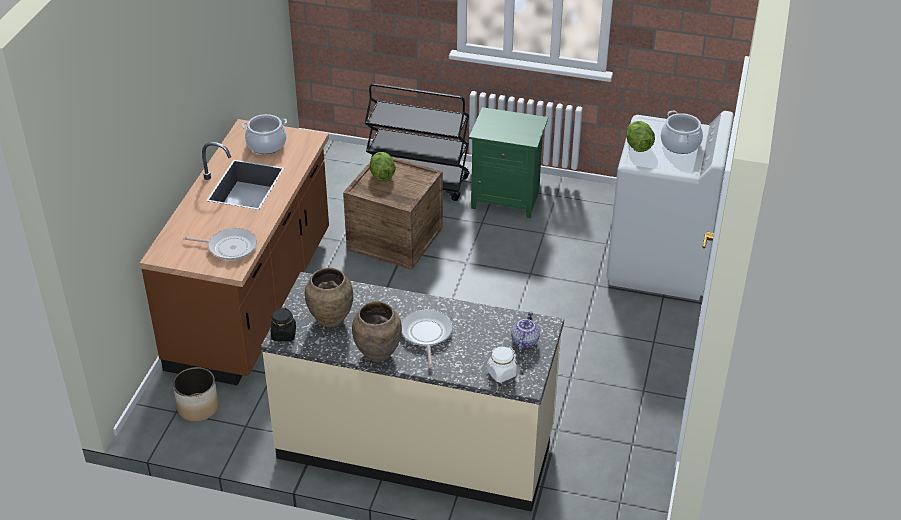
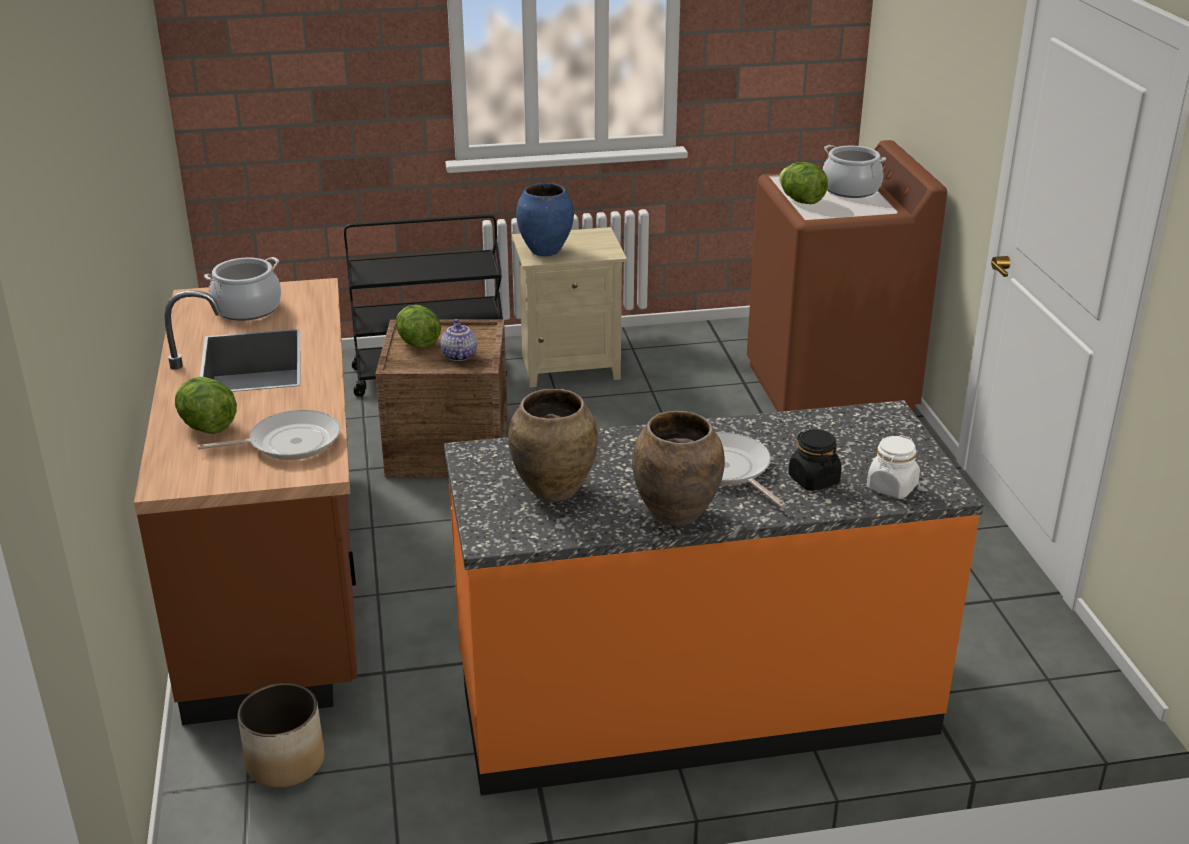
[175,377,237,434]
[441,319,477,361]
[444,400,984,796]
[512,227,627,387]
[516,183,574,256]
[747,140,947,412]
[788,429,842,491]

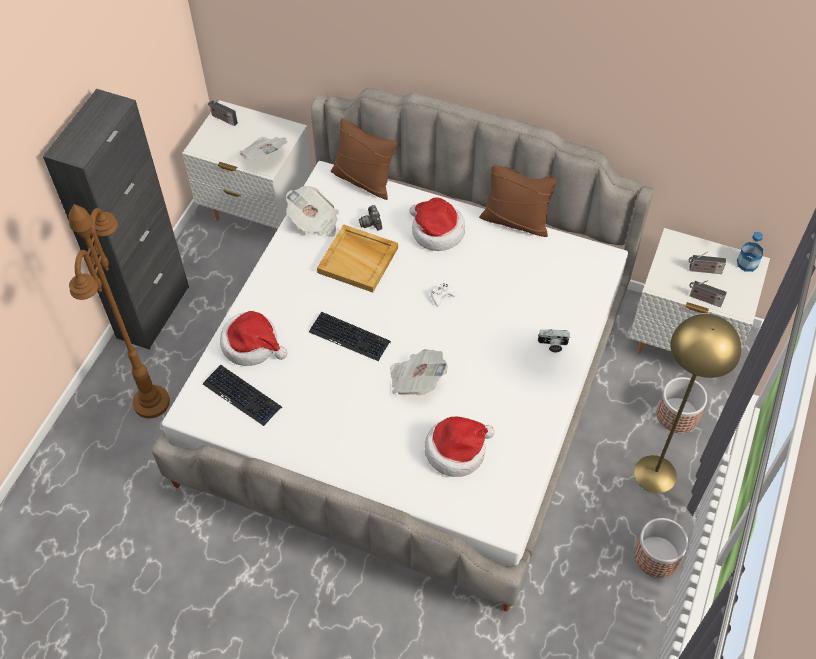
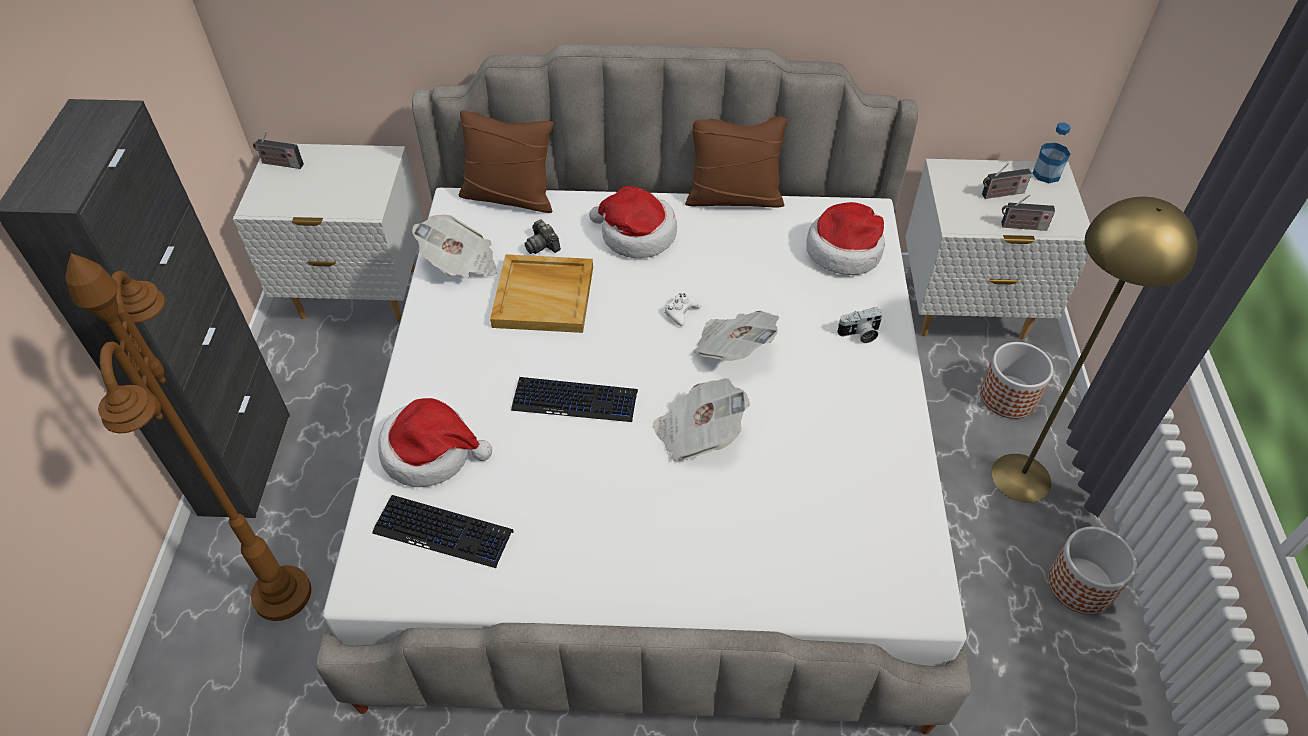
[693,311,779,361]
[806,202,885,275]

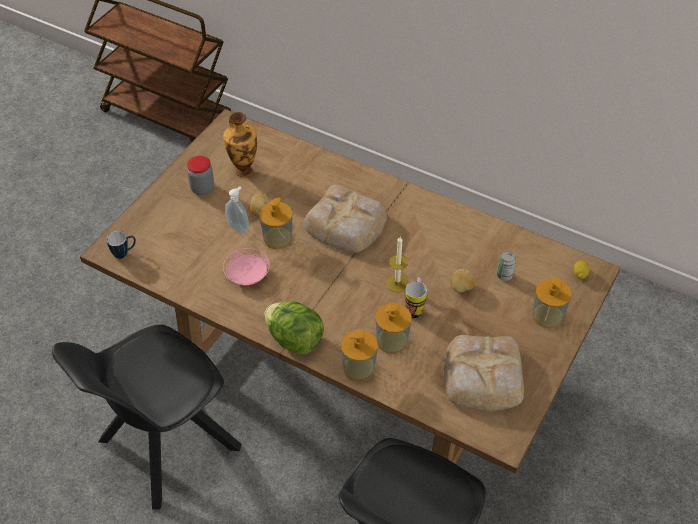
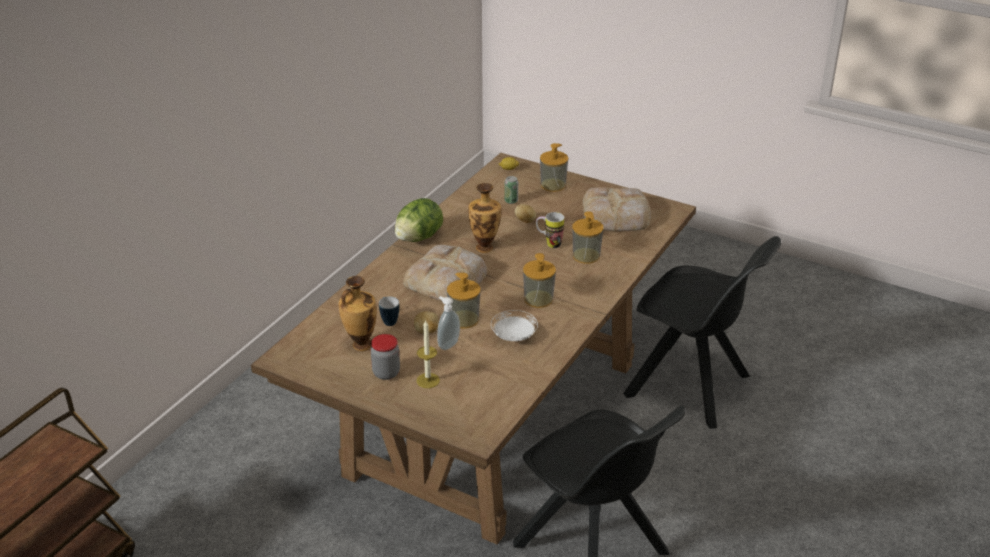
[379,296,399,326]
[395,198,443,242]
[416,319,440,388]
[469,183,501,253]
[491,310,538,341]
[523,253,556,308]

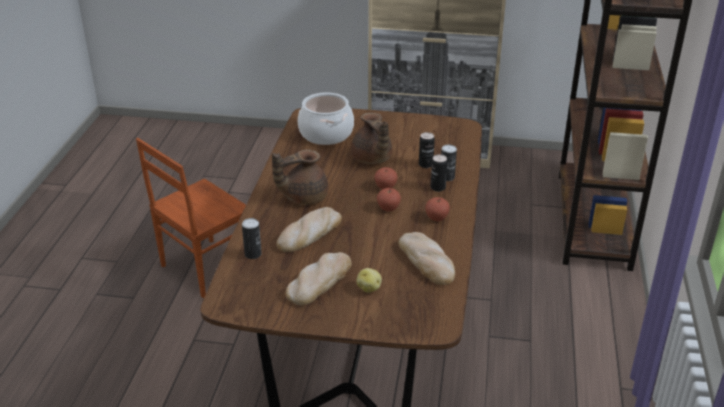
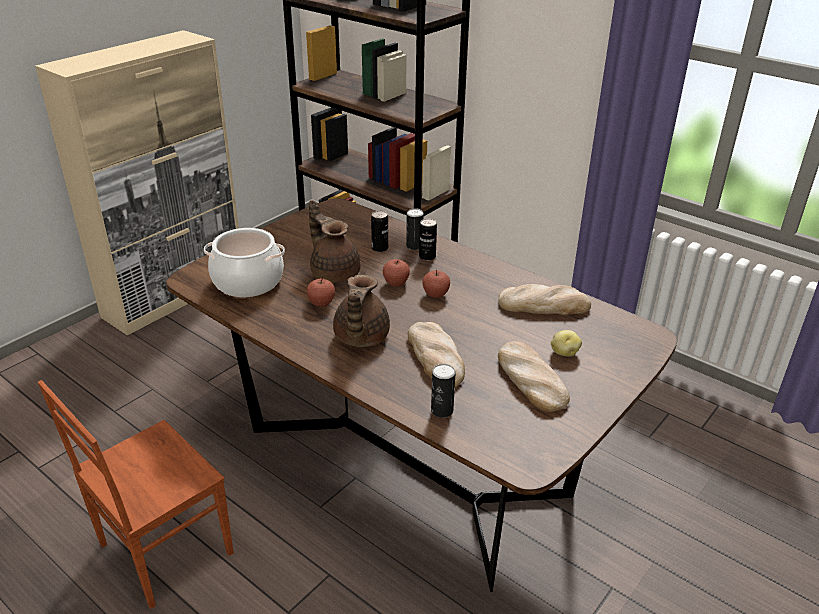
[38,380,234,609]
[307,278,335,307]
[309,200,361,283]

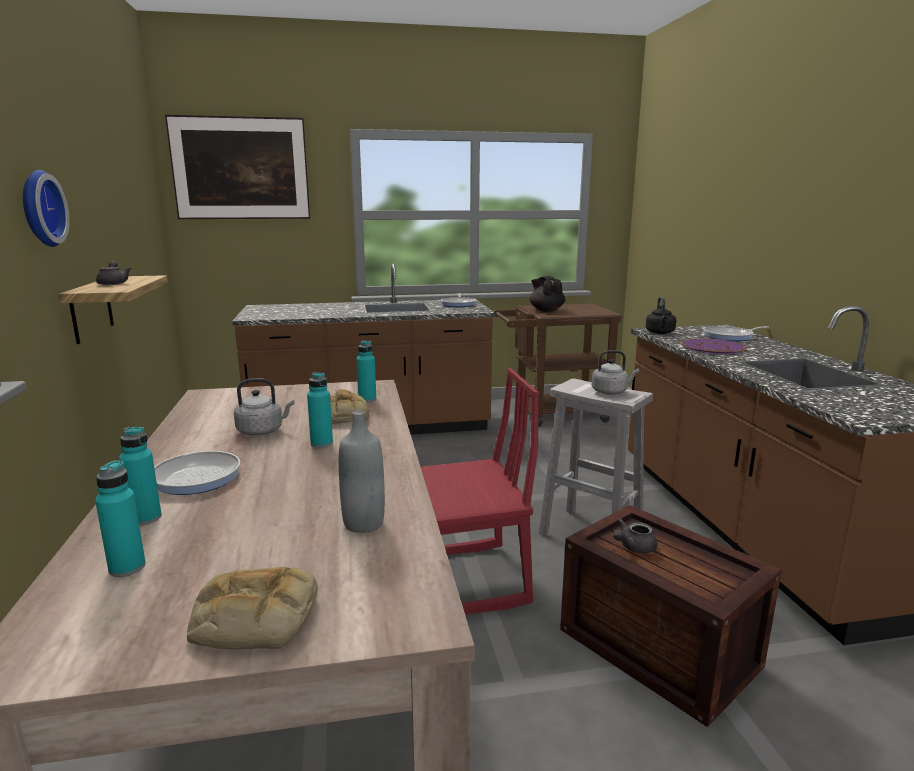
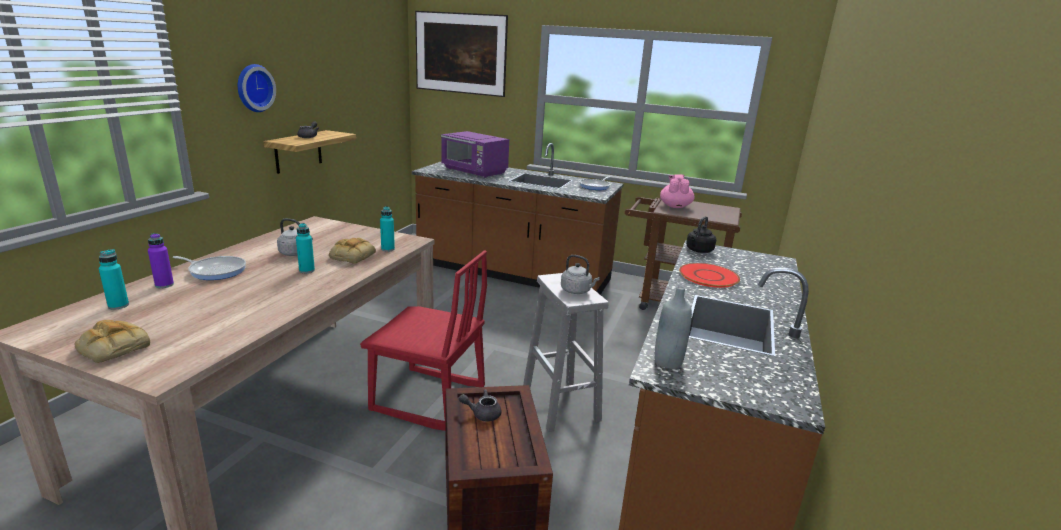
[148,233,174,288]
[441,131,509,178]
[654,286,692,369]
[660,174,695,208]
[679,263,740,288]
[703,326,769,341] (first image)

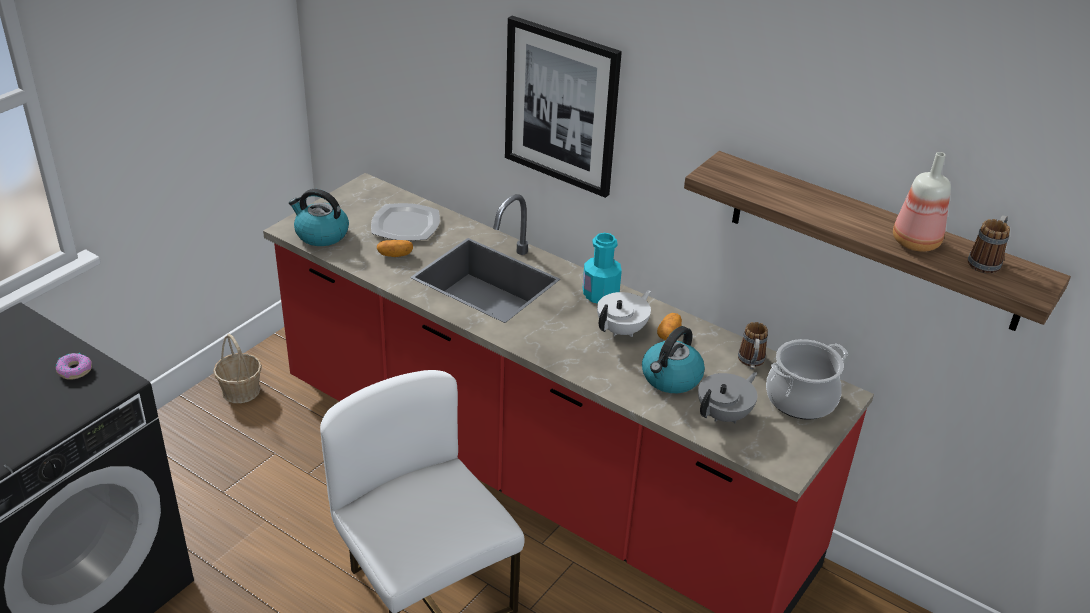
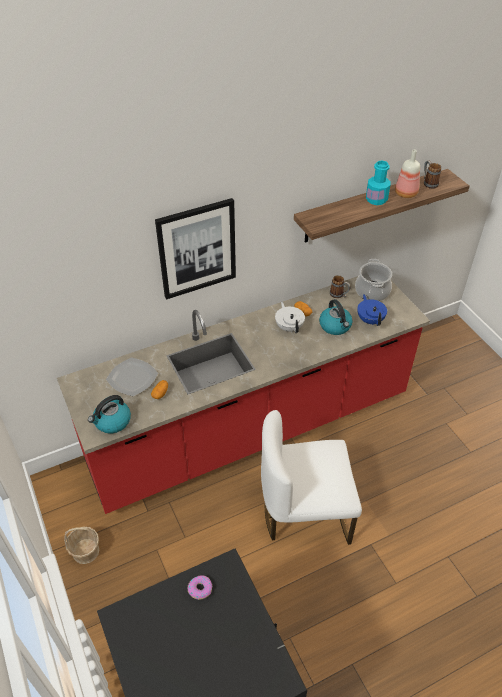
[357,294,387,326]
[366,161,391,205]

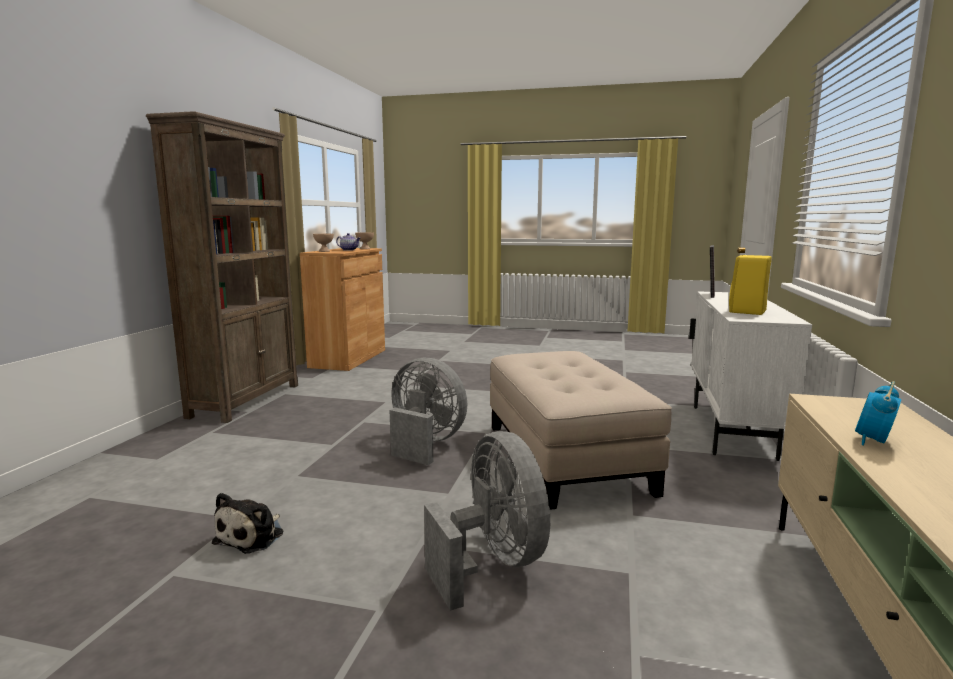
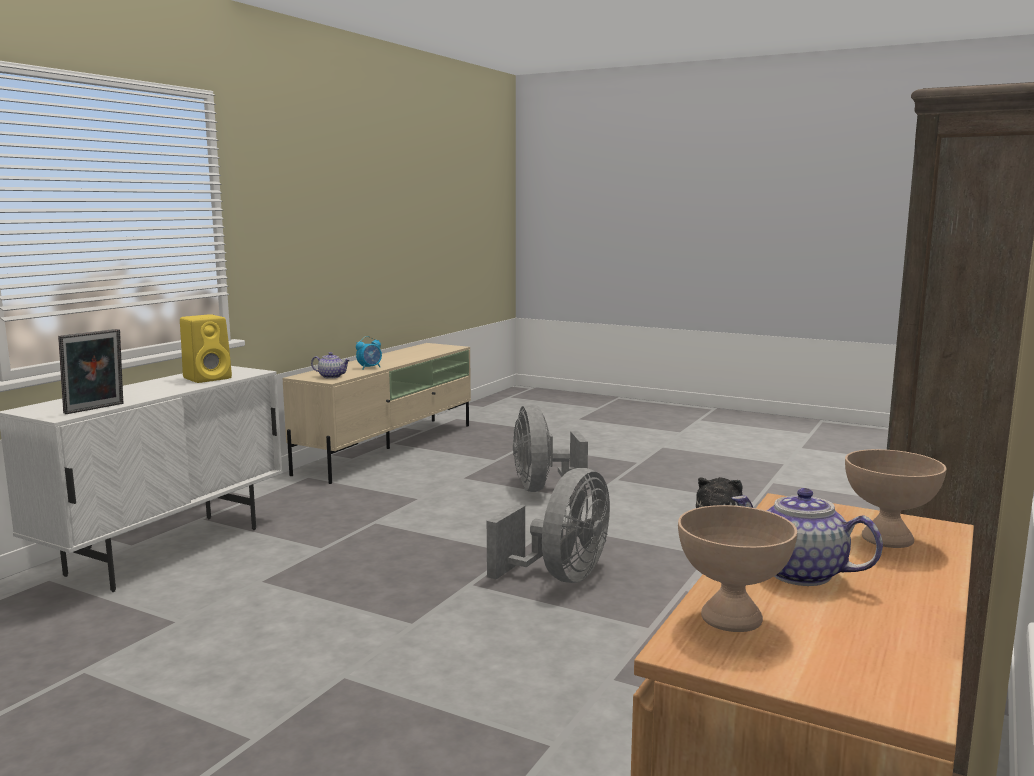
[311,352,350,379]
[487,468,610,583]
[490,351,672,510] (first image)

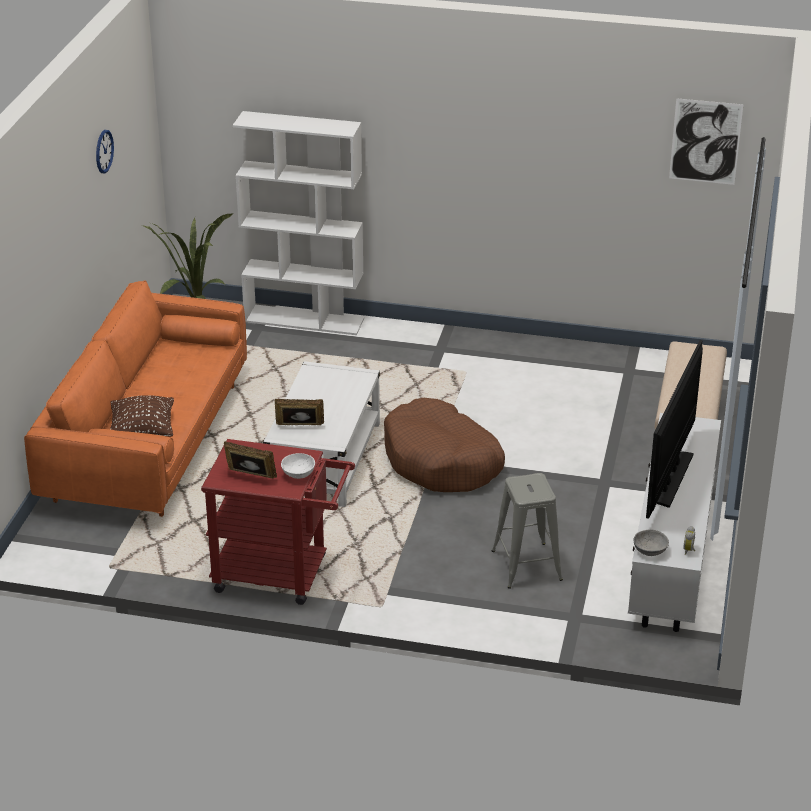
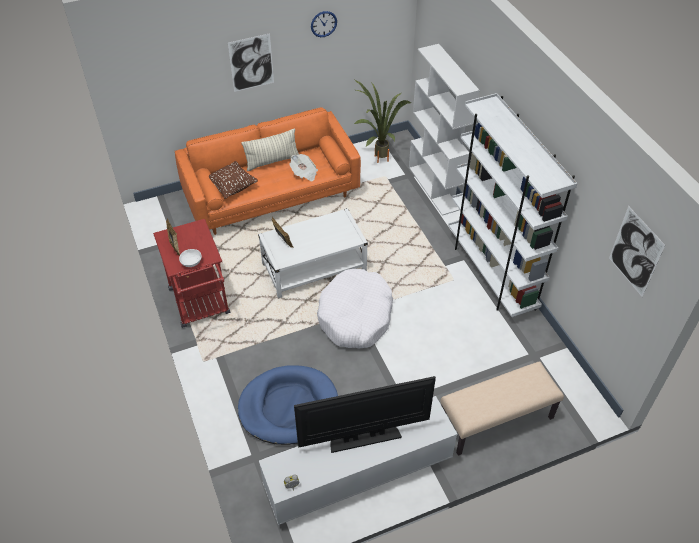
[228,33,274,92]
[238,365,338,445]
[241,128,299,171]
[289,154,318,182]
[317,269,393,348]
[448,93,578,317]
[634,529,669,556] (first image)

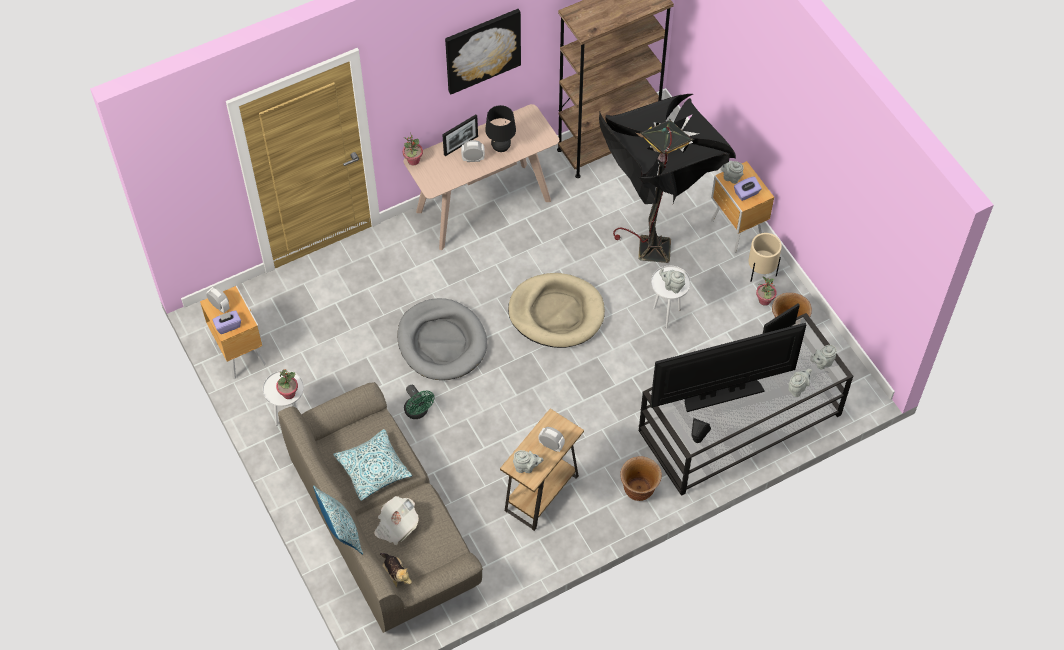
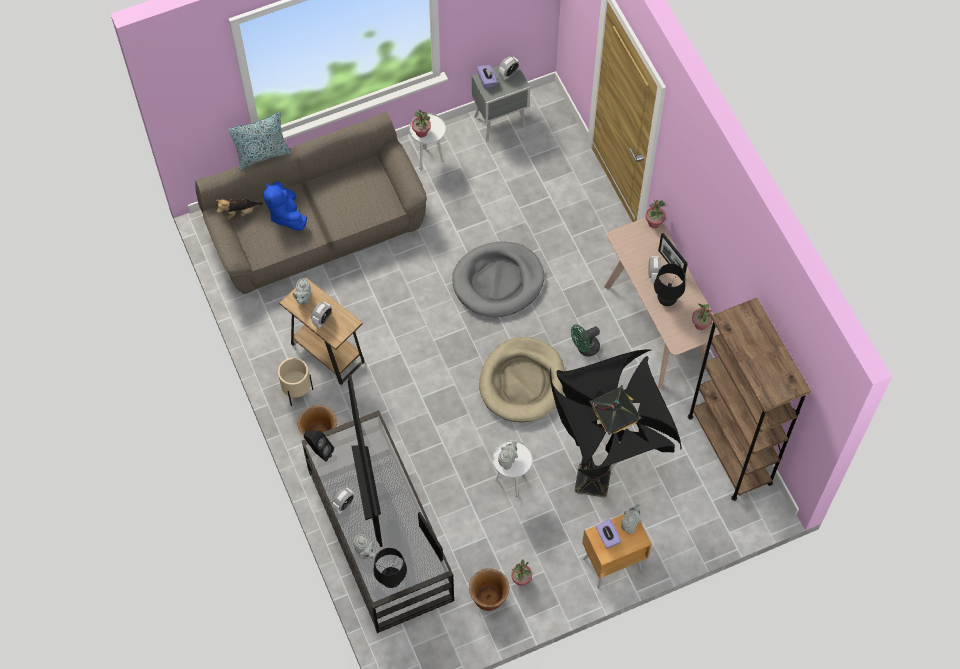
[263,181,307,231]
[278,358,313,406]
[332,488,354,514]
[373,548,407,588]
[472,66,530,141]
[571,324,600,357]
[692,303,713,330]
[333,429,412,501] (first image)
[445,9,521,95] (first image)

